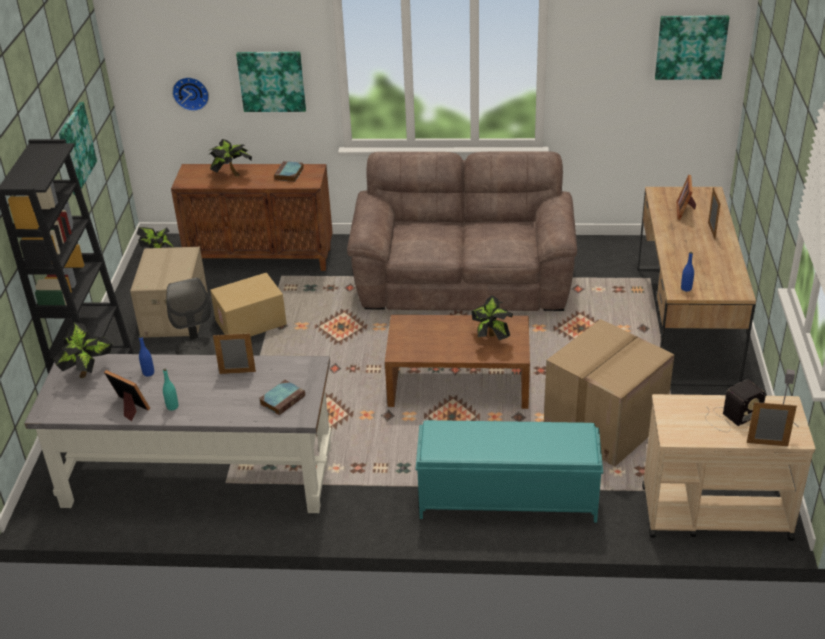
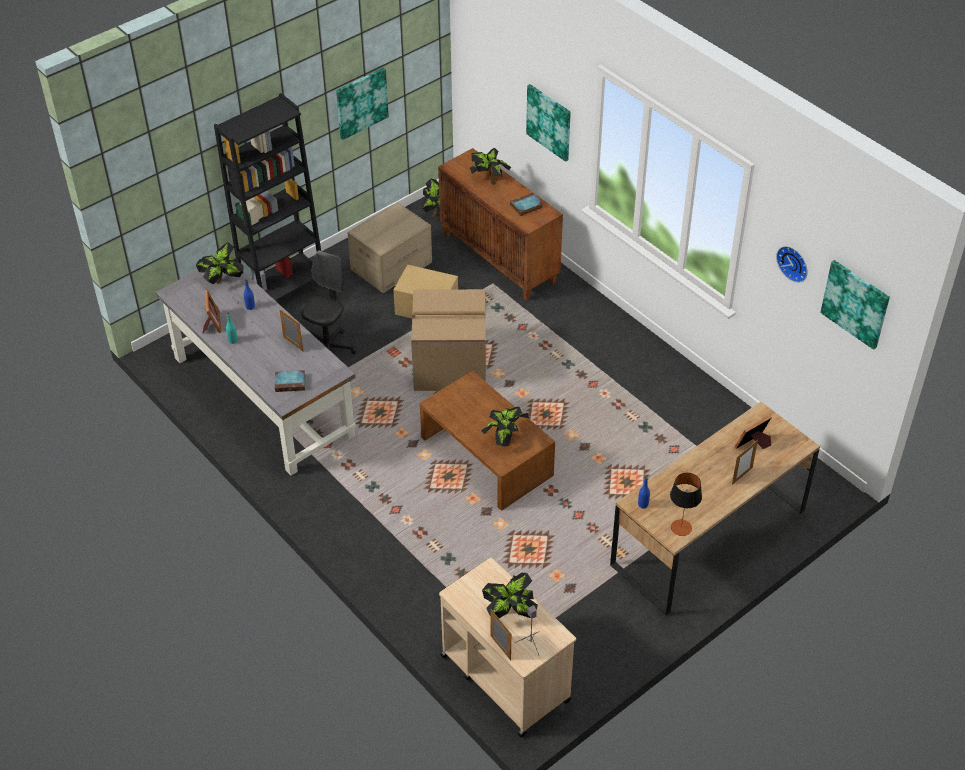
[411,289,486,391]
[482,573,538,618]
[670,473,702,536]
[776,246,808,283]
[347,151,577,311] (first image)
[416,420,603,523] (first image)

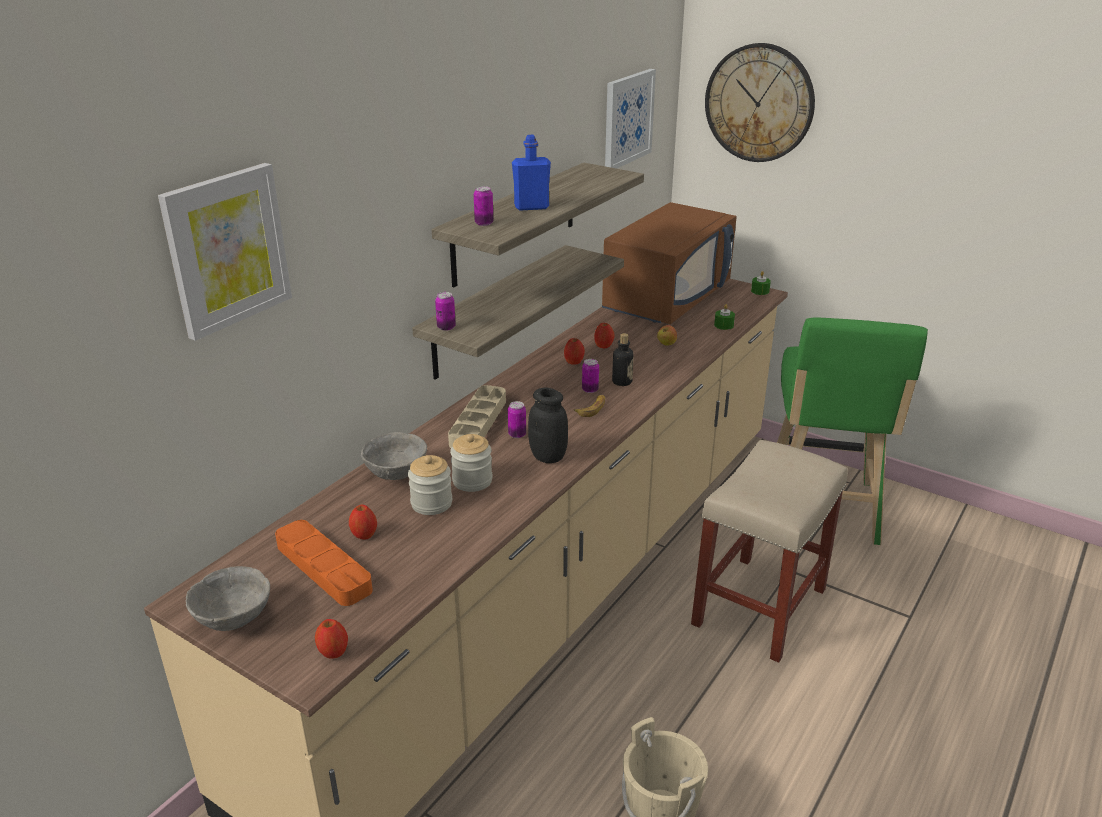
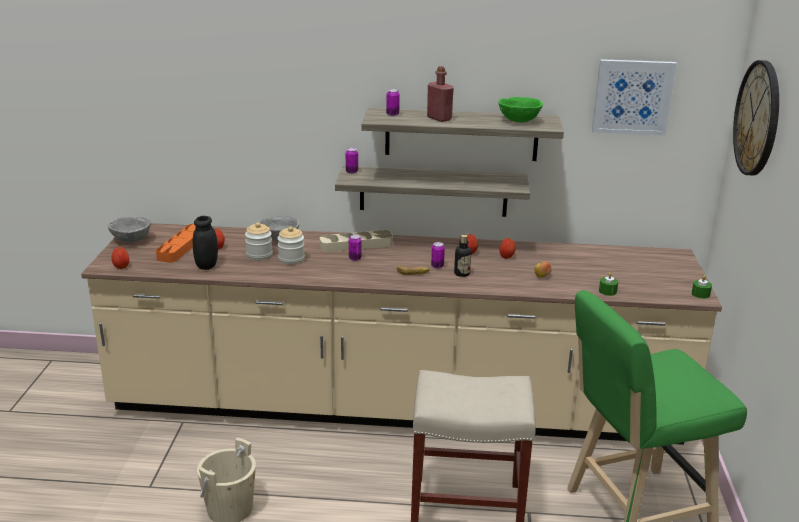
[193,216,218,270]
[427,66,454,122]
[498,97,543,122]
[158,163,292,341] (first image)
[602,202,737,324] (first image)

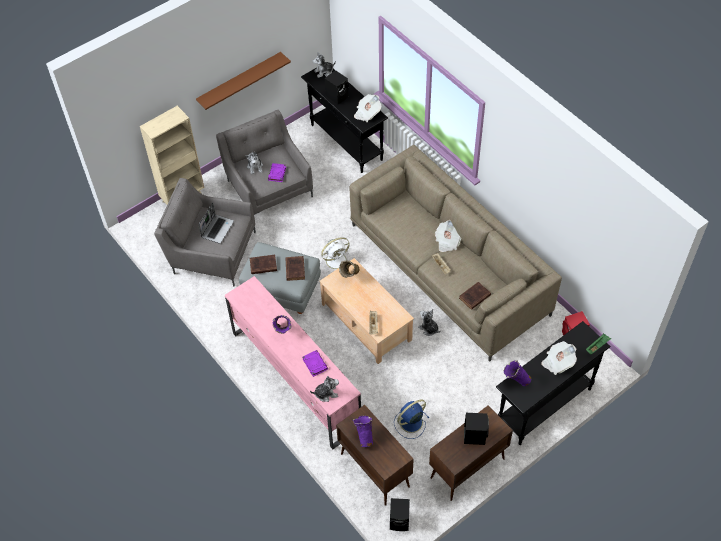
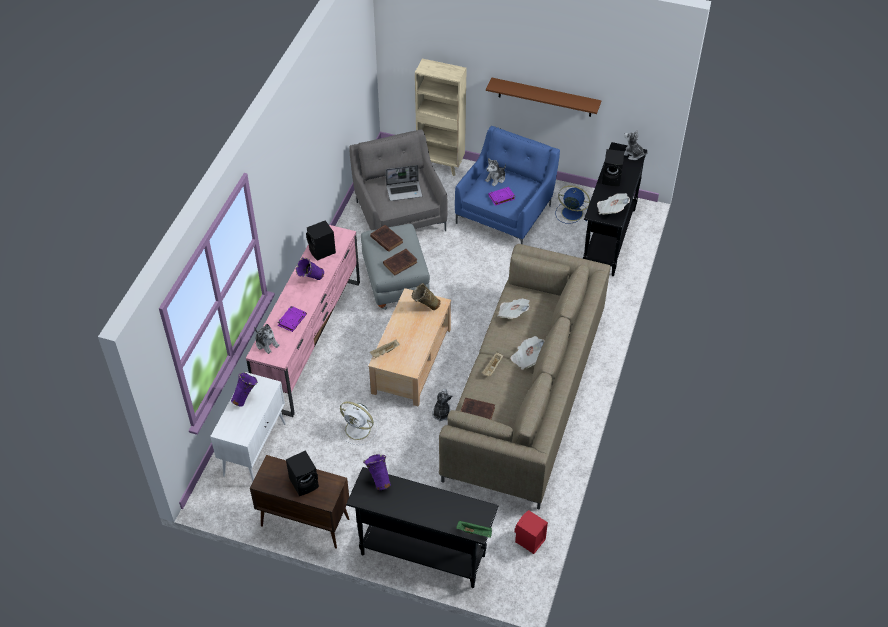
[210,372,286,482]
[306,220,336,261]
[339,401,378,445]
[455,126,560,244]
[497,298,530,319]
[556,185,590,224]

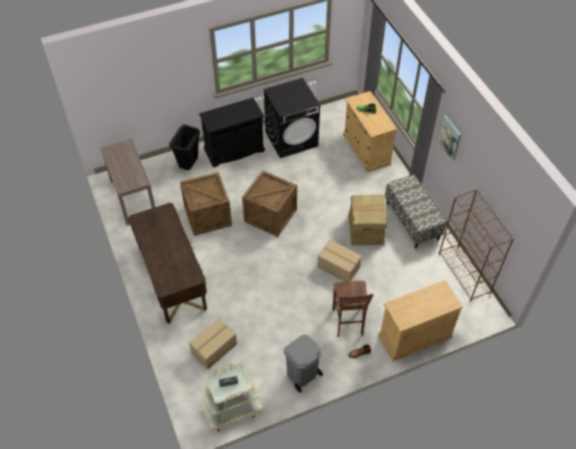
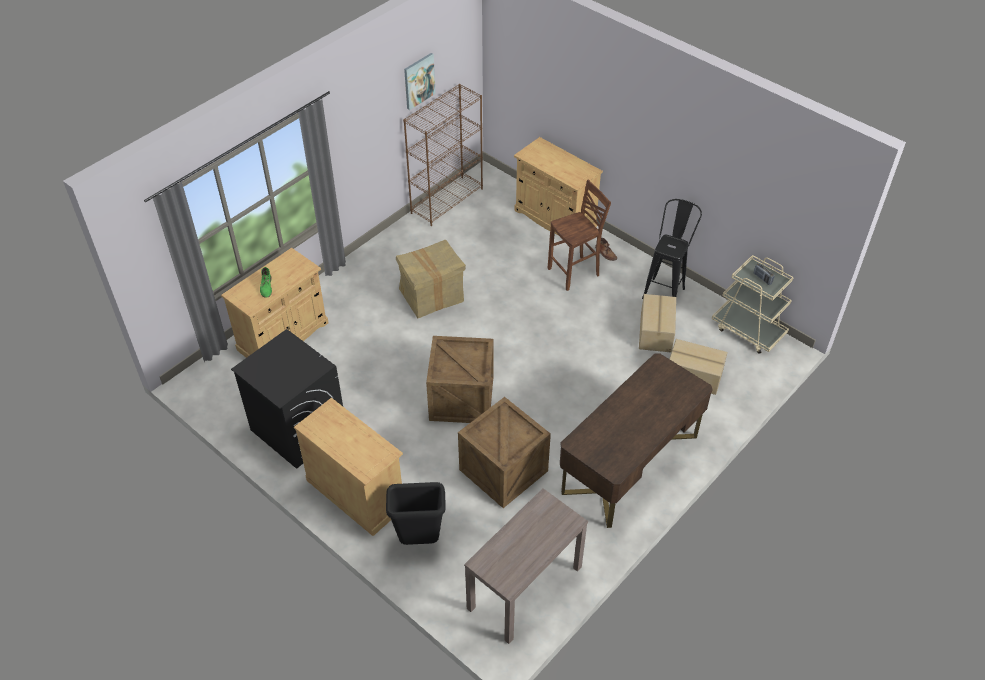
[294,398,403,536]
[404,53,436,110]
[639,294,676,352]
[642,199,702,299]
[385,175,447,248] (first image)

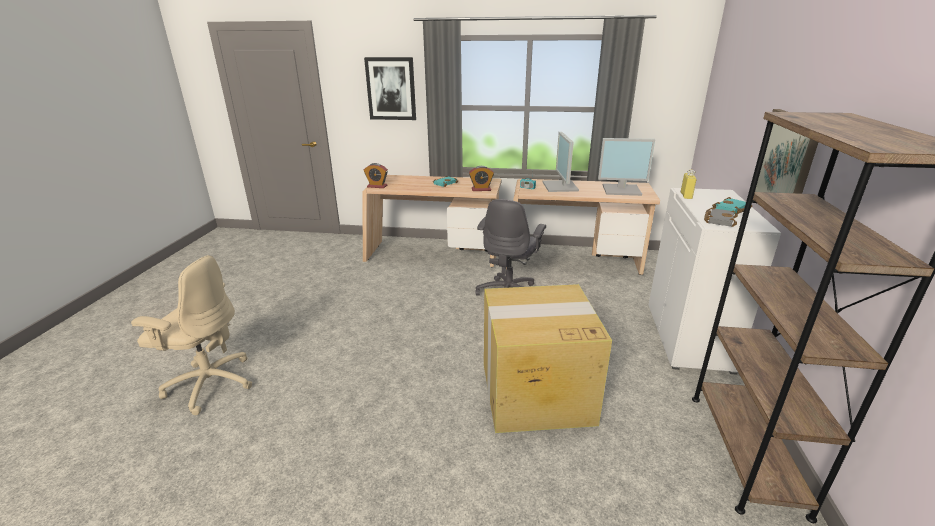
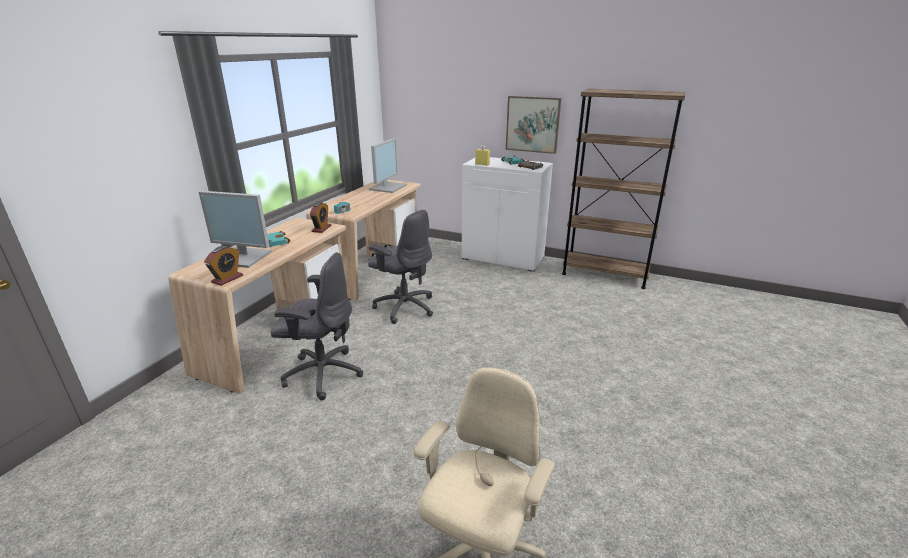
[199,191,272,268]
[271,252,363,400]
[364,57,416,120] (first image)
[484,284,612,433] (first image)

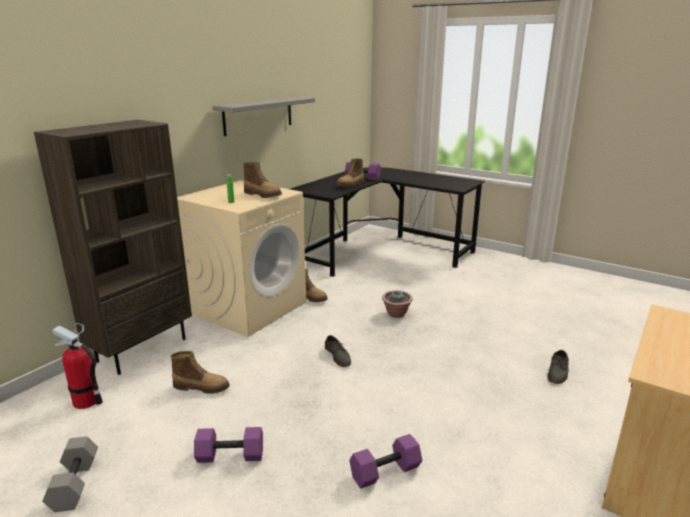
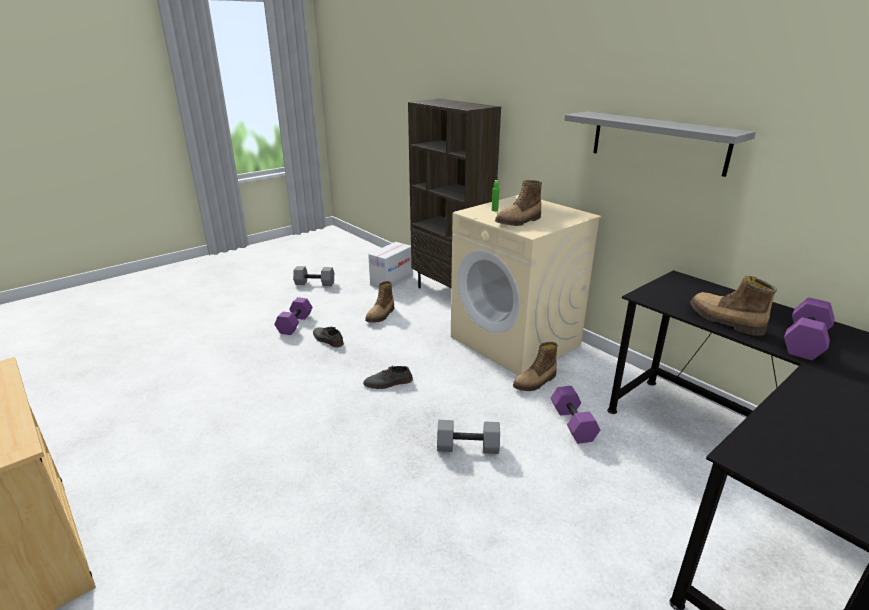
[313,327,344,348]
[368,242,413,288]
[437,420,500,454]
[551,386,600,444]

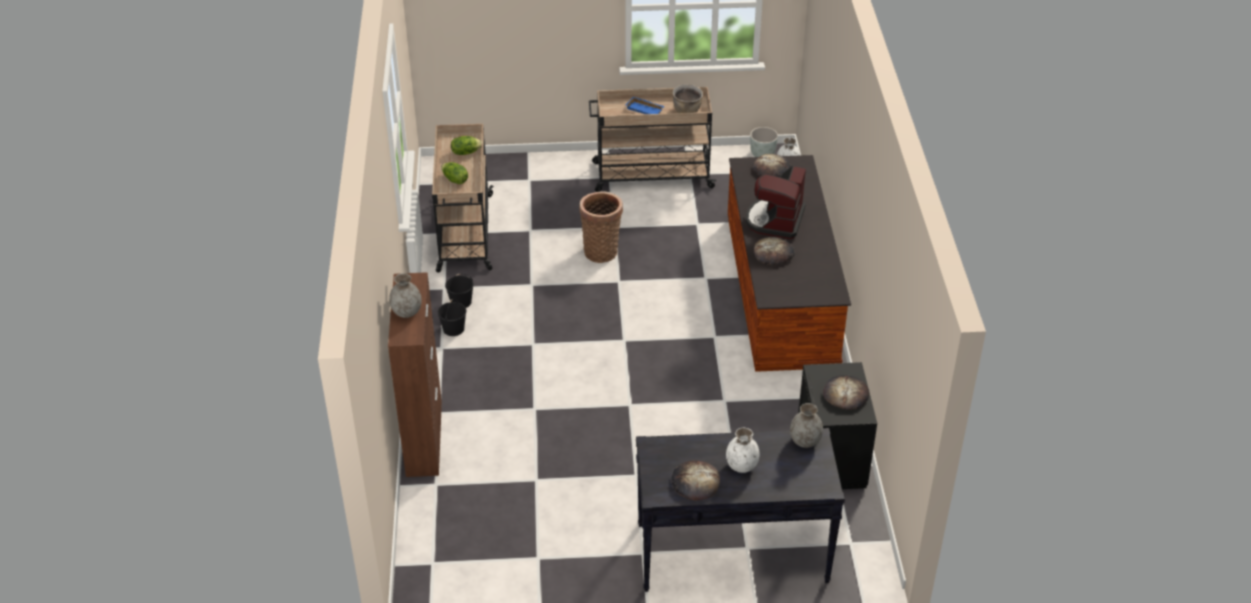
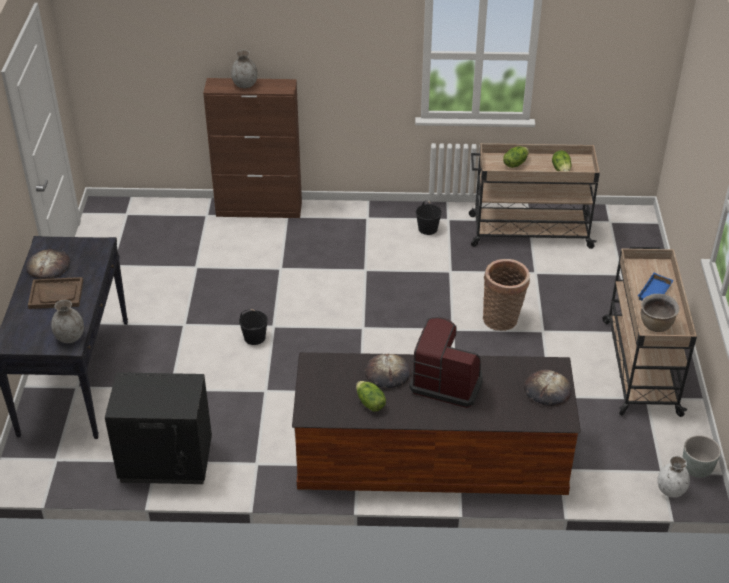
[28,277,83,309]
[239,309,268,345]
[356,381,386,412]
[823,375,869,410] (first image)

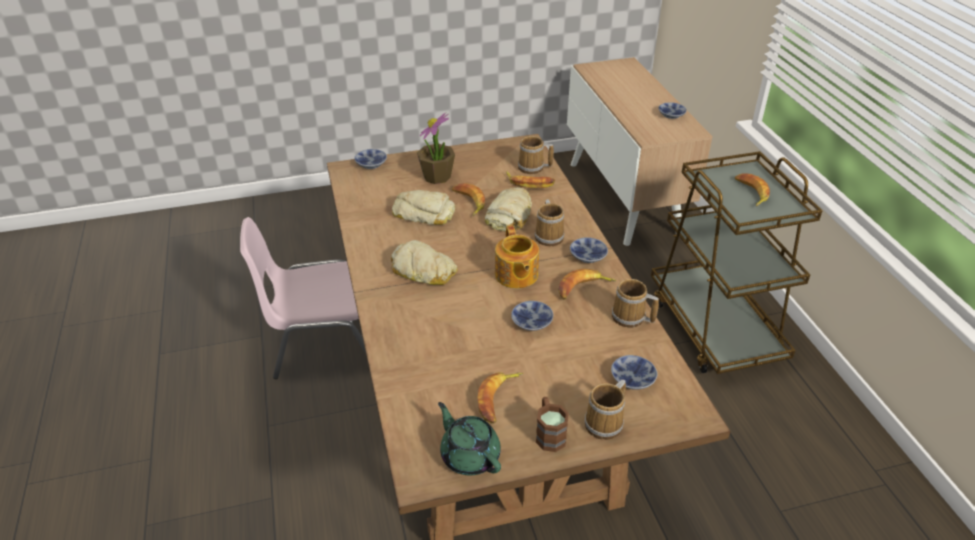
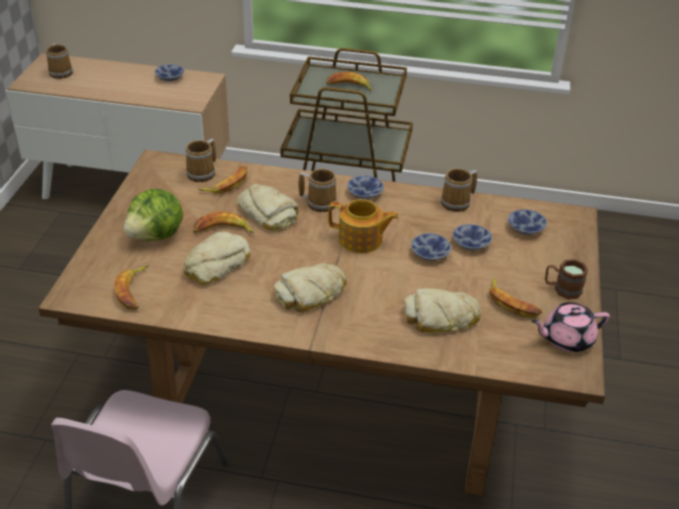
[46,43,73,79]
[114,265,149,310]
[124,189,183,241]
[405,288,481,332]
[453,224,492,251]
[531,302,610,352]

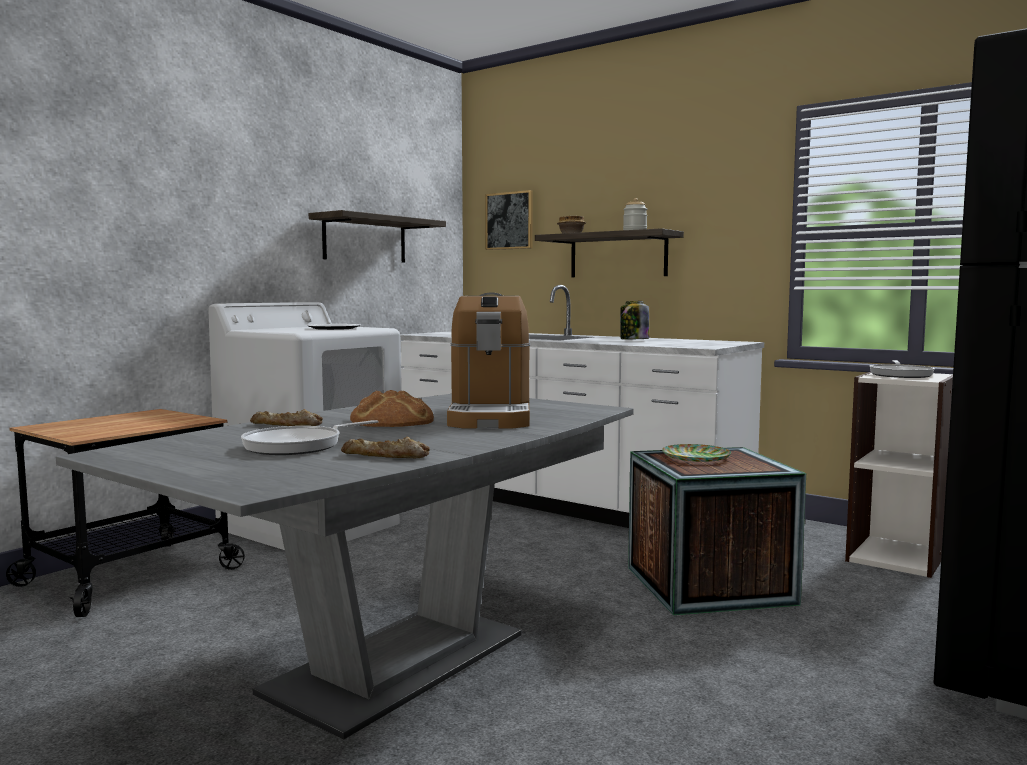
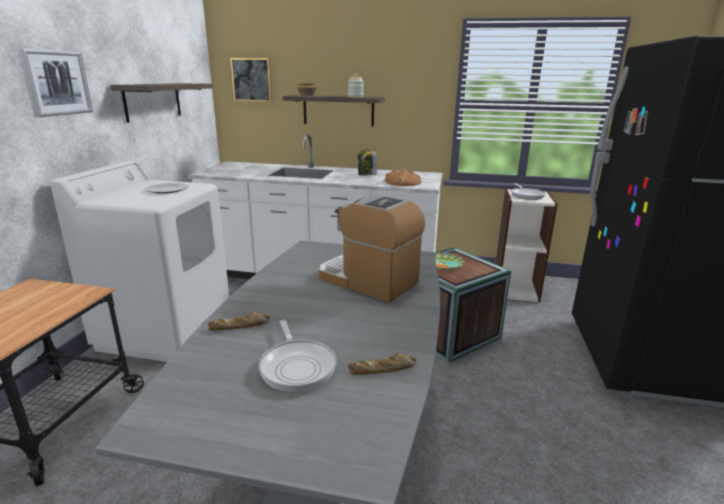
[18,48,93,117]
[258,320,337,392]
[319,195,425,303]
[385,169,421,186]

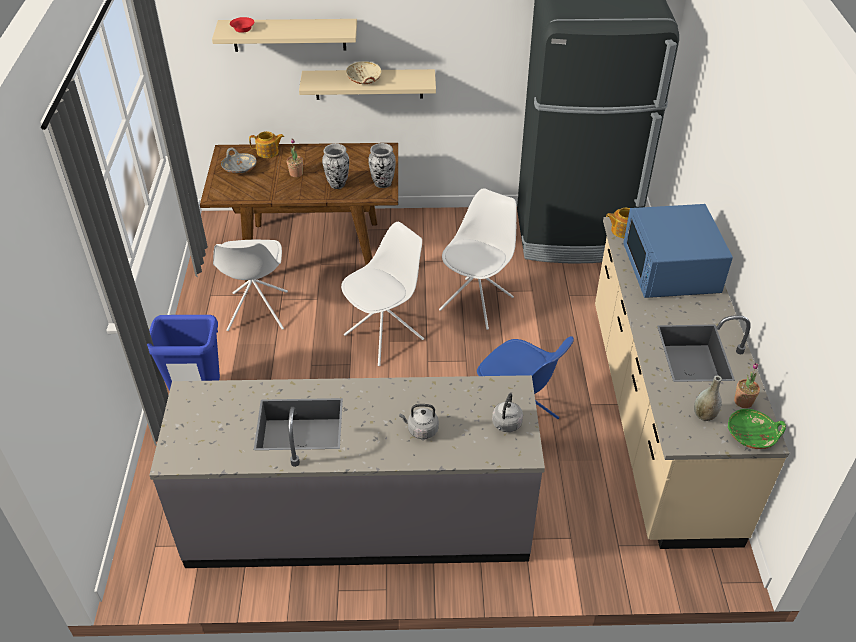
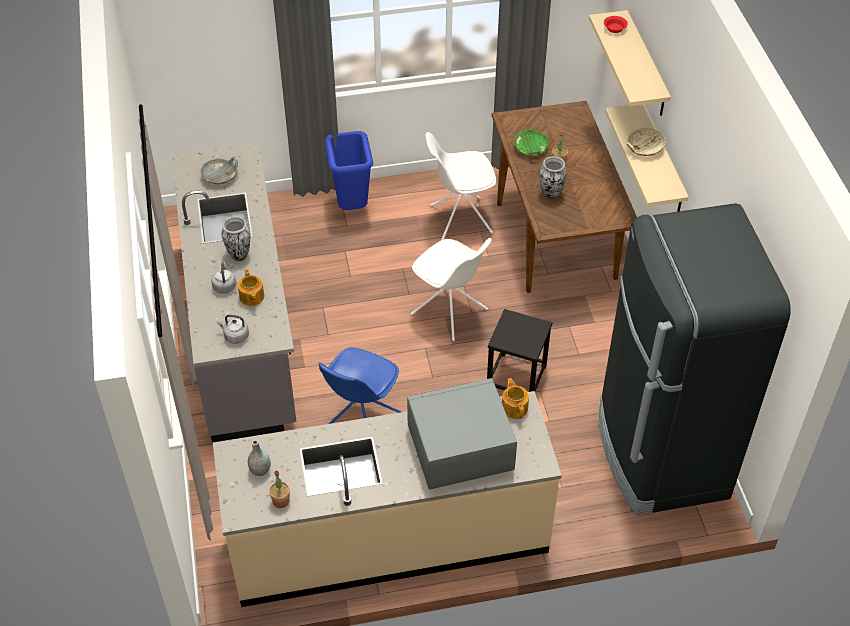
[201,157,238,184]
[222,216,250,261]
[238,269,264,306]
[407,378,517,490]
[487,309,552,392]
[514,129,549,156]

